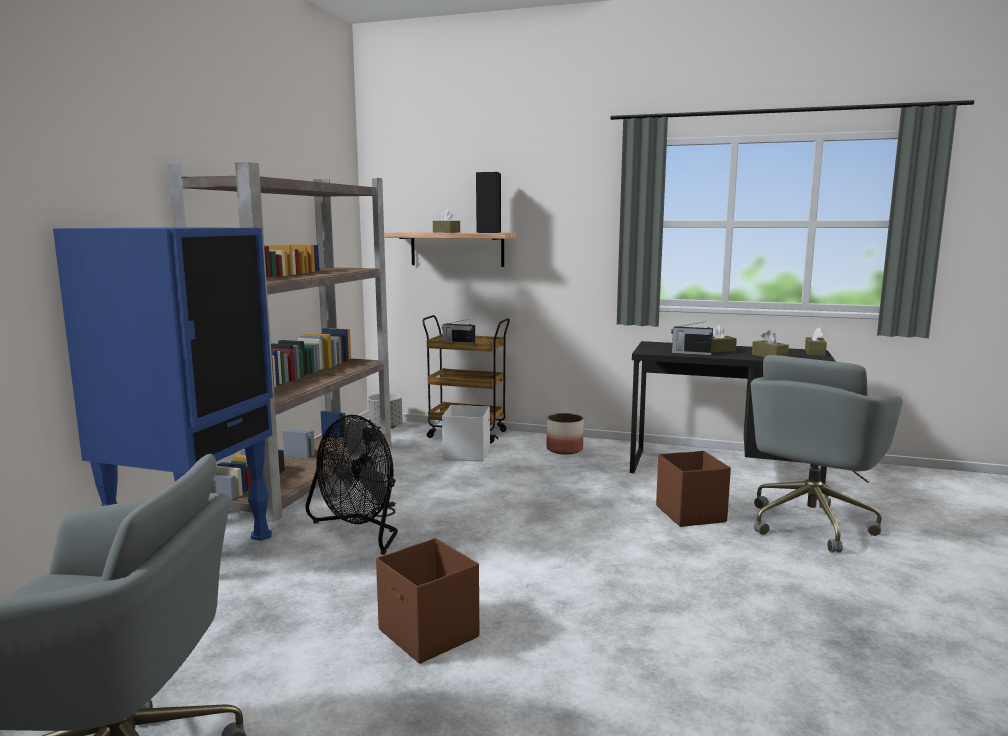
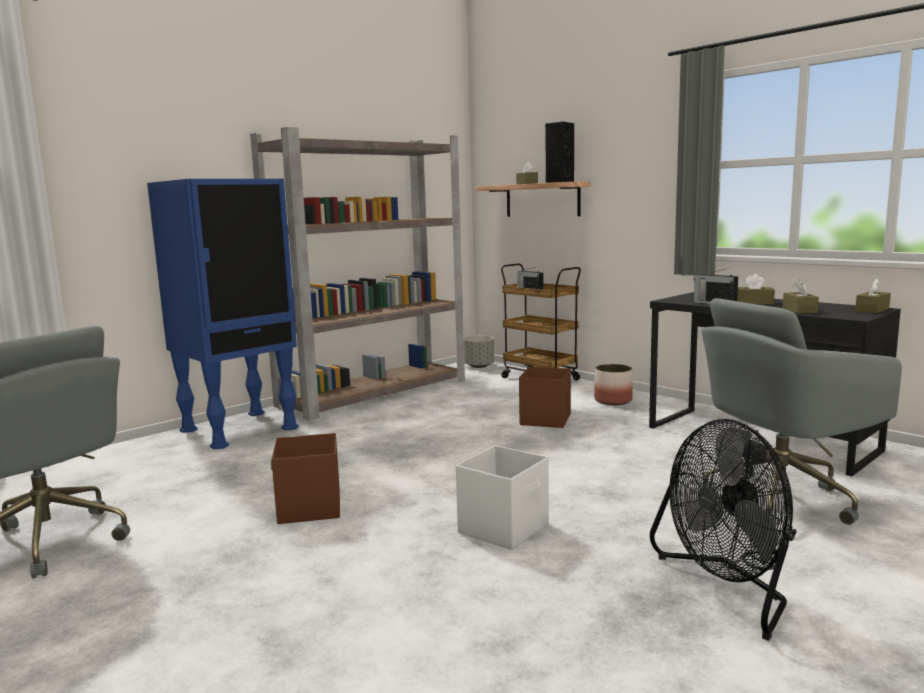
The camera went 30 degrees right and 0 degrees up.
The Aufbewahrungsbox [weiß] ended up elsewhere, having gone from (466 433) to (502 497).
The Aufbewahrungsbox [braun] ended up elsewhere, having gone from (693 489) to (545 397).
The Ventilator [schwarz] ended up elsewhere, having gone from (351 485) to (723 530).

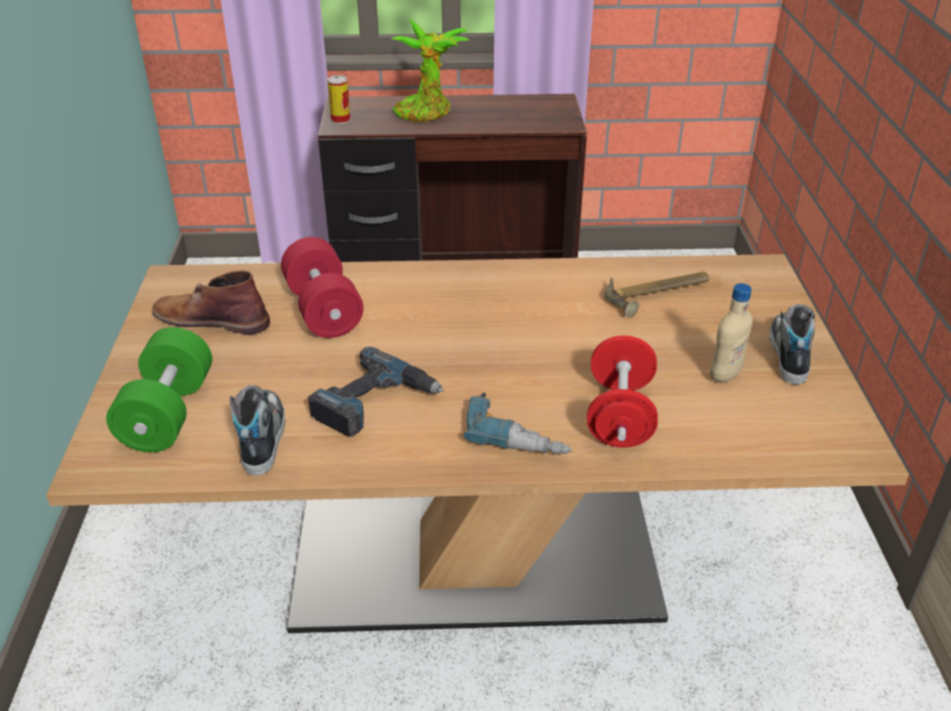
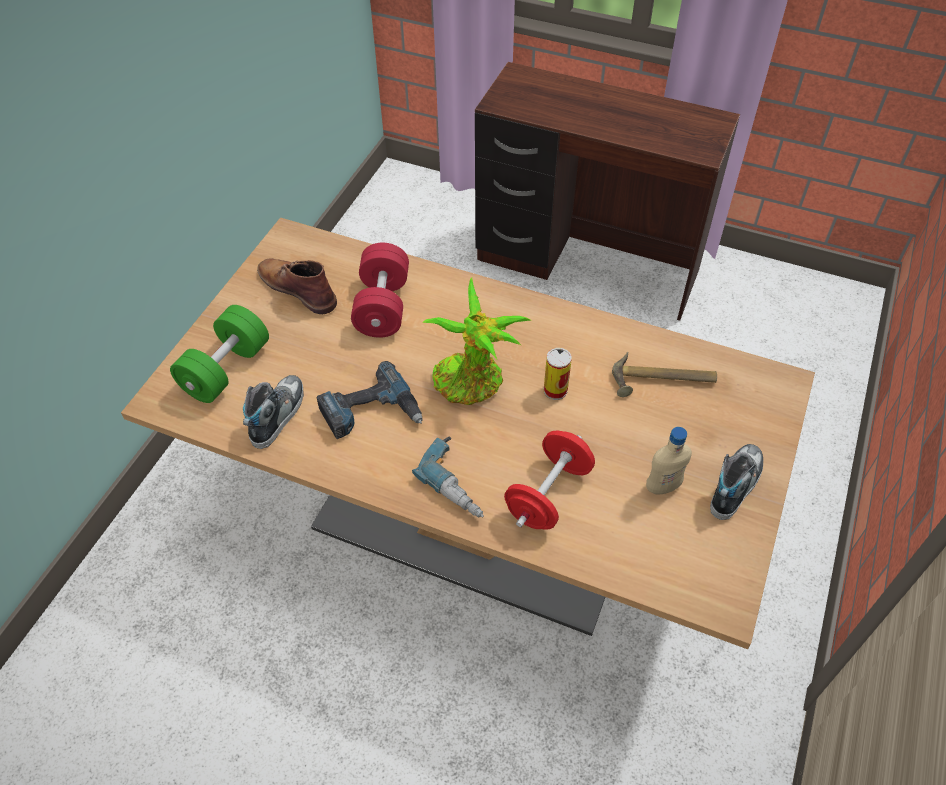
The camera went 25 degrees right and 15 degrees up.
The Topfpflanze ended up elsewhere, having gone from (431 70) to (476 341).
The Dose ended up elsewhere, having gone from (339 99) to (558 374).

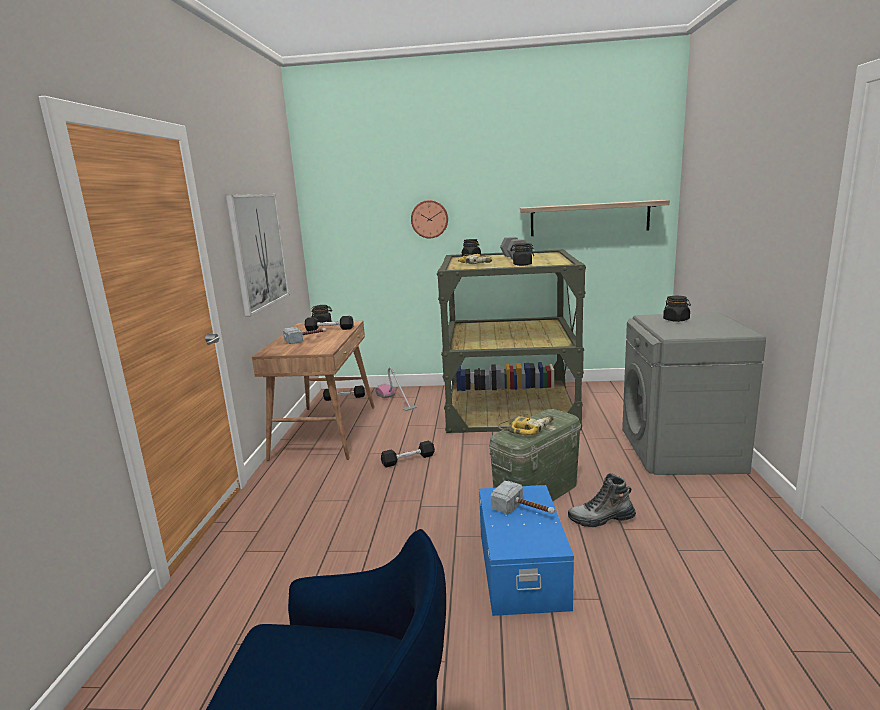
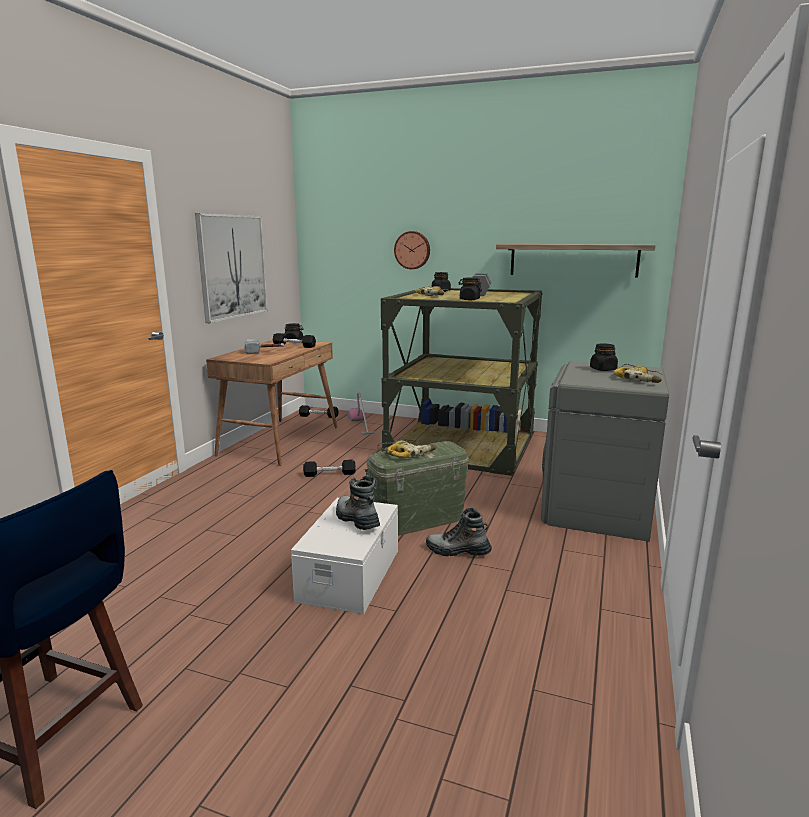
The camera went 15 degrees right and 0 degrees up.
What was the Aufbewahrungsbox [blau] at (526 550) turned into the Aufbewahrungsbox [weiß] at (344 556).
Where the Hammer stood at (523 497), the Stiefel came to stand at (358 503).
The second view gained the Bohrmaschine at (638 373).

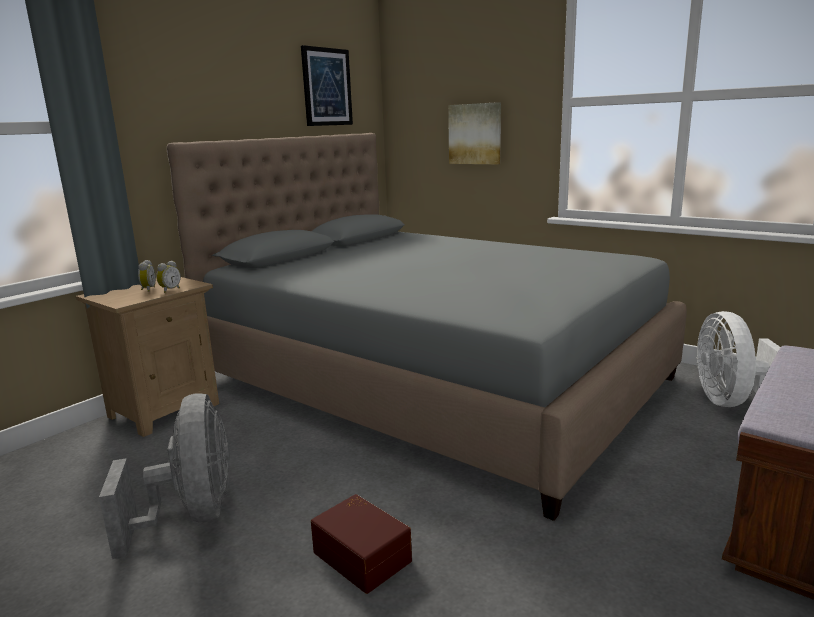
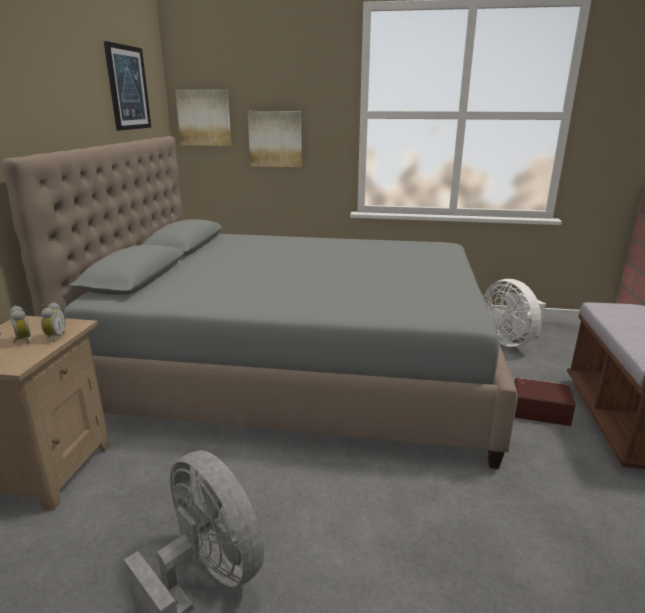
The camera went 30 degrees left and 5 degrees up.
The second view gained the Bild at (203 117).
The Aufbewahrungsbox [braun] ended up elsewhere, having gone from (361 544) to (545 402).

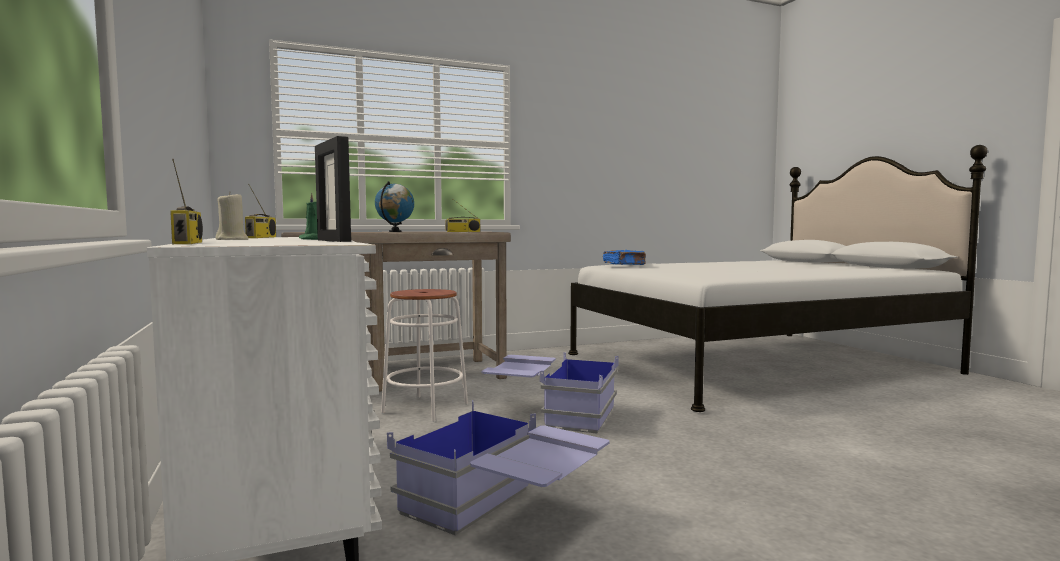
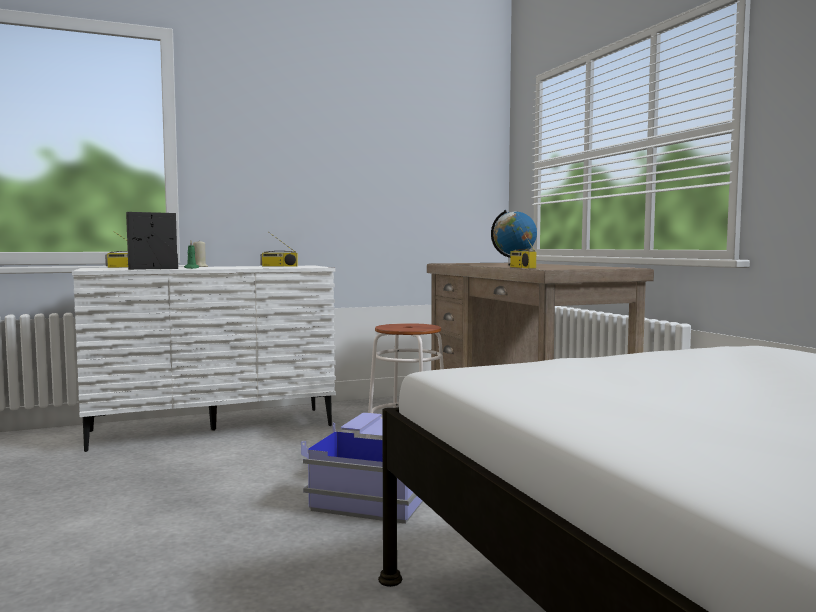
The camera went 90 degrees right and 0 degrees up.
The second view lost the Aufbewahrungsbox [blau] at (498 467).
The second view lost the Buch [blau] at (624 257).

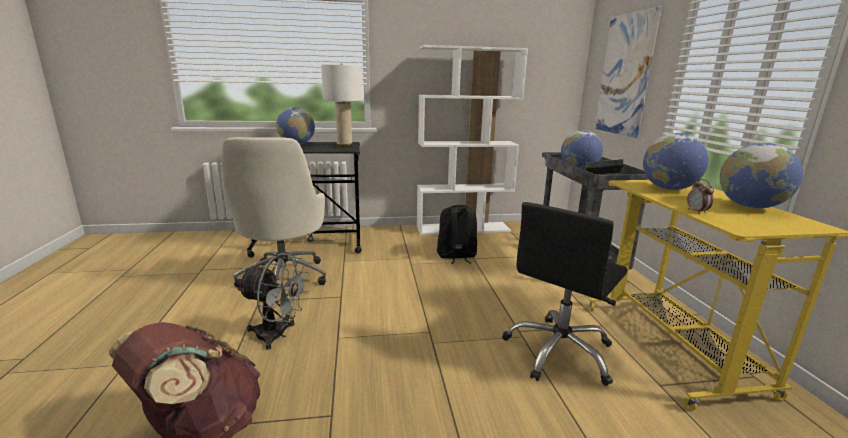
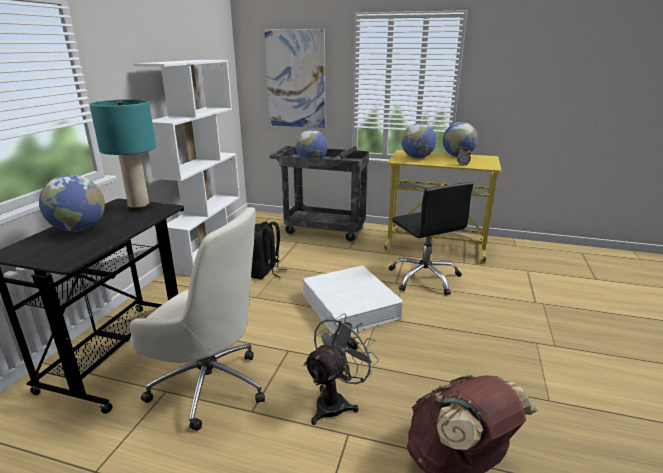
The camera went 65 degrees left and 5 degrees up.
What was the Tischlampe [weiß] at (341 106) turned into the Tischlampe [türkis] at (122 155).
The second view gained the Aufbewahrungsbox [weiß] at (352 299).

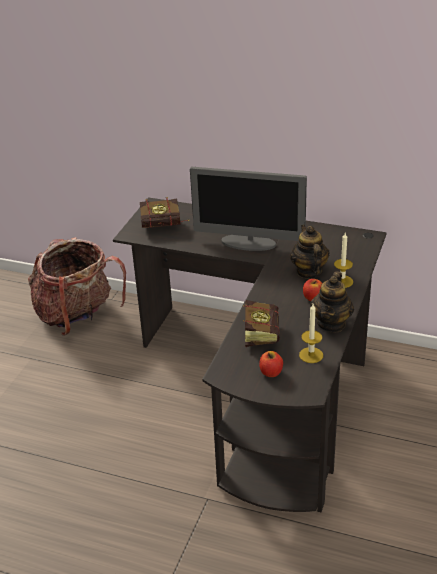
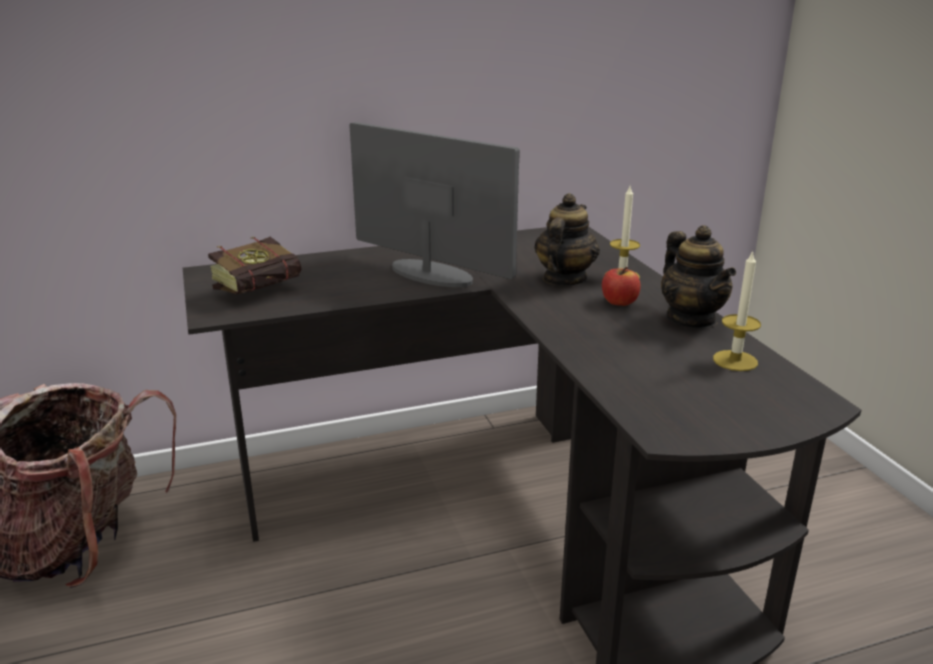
The camera went 40 degrees left and 10 degrees down.
The Monitor at (248 209) ended up facing another way, 120 degrees counterclockwise from before.
The Teekanne at (309 252) ended up facing another way, 75 degrees clockwise from before.
The second view lost the Buch at (261 323).
The second view lost the Apfel at (271 364).

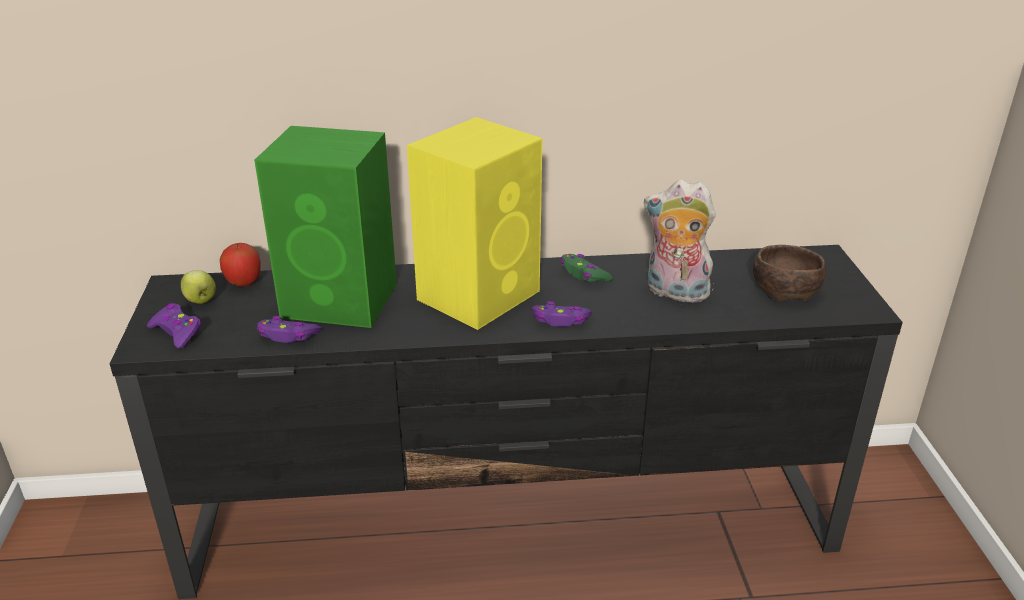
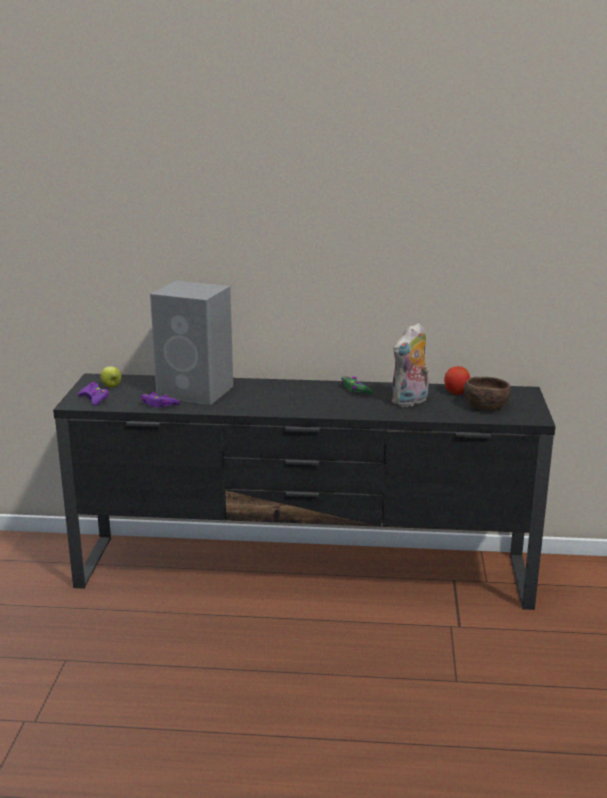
The camera went 10 degrees right and 10 degrees down.
What was the Lautsprecher [grün] at (325 227) turned into the Lautsprecher [grau] at (191 343).
The Plüschtier at (680 241) ended up facing another way, 75 degrees counterclockwise from before.
The Apfel ended up elsewhere, having gone from (240 264) to (457 380).
The second view lost the Lautsprecher [gelb] at (474 223).
The second view lost the Gamepad [lila] at (562 314).

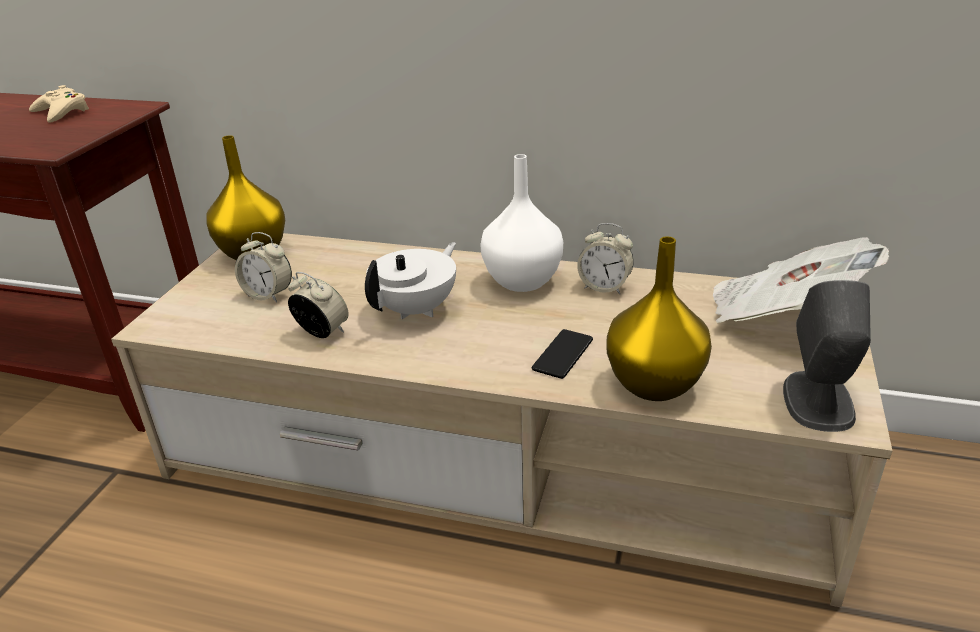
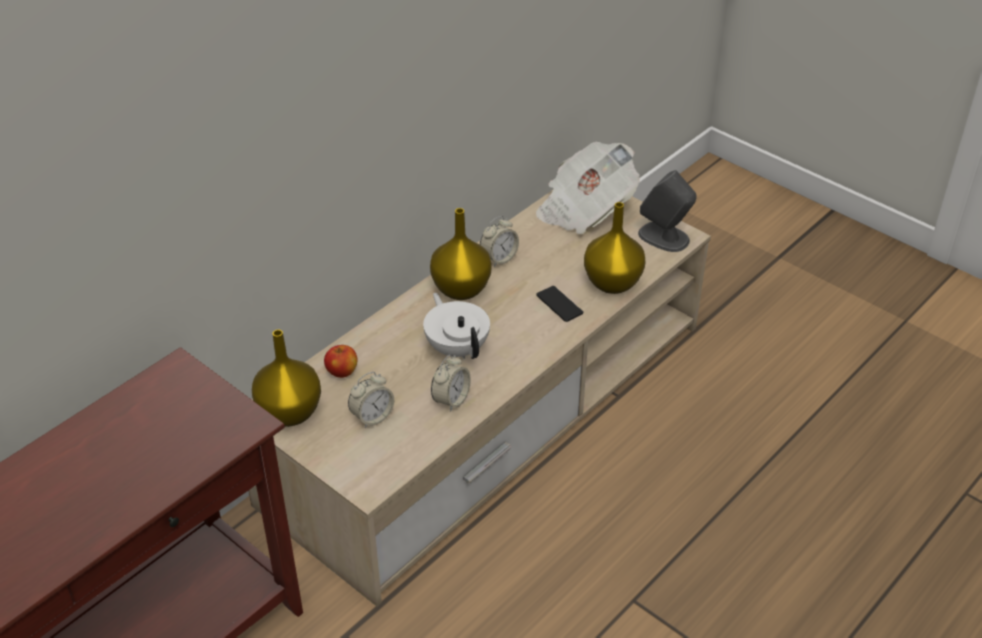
The camera went 65 degrees left and 10 degrees up.
The second view gained the Apfel at (341 361).
What was the Vase [weiß] at (521 223) turned into the Vase [gelb] at (461 254).
The Wecker at (318 305) ended up facing another way, 150 degrees clockwise from before.
The second view lost the Gamepad [beige] at (59 104).

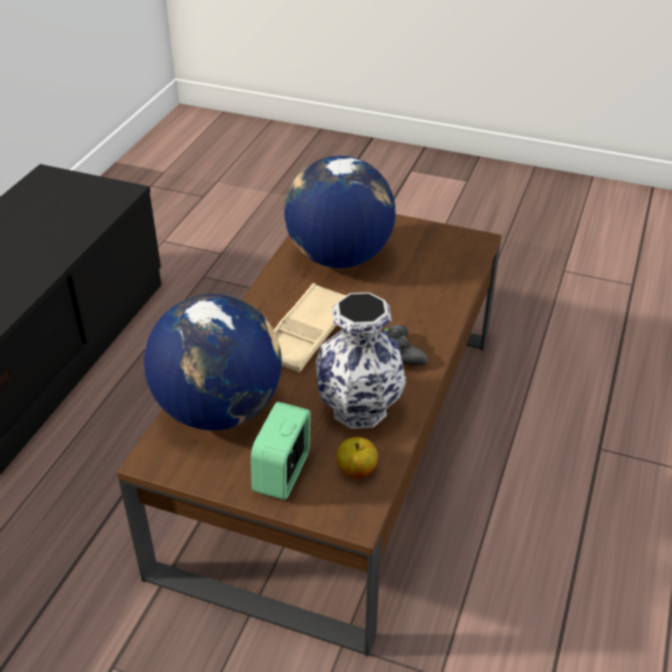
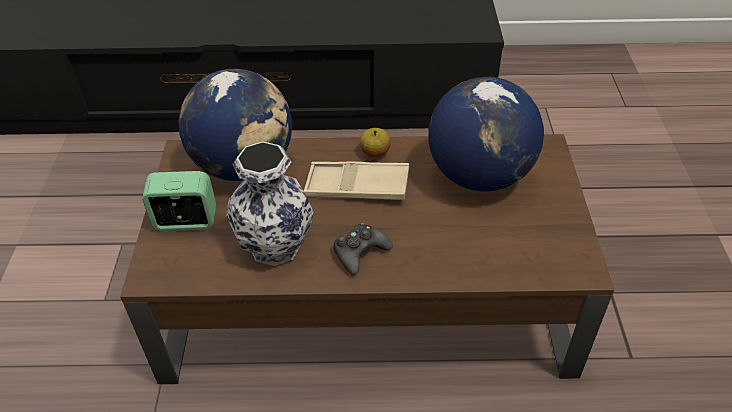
The camera went 70 degrees right and 5 degrees up.
The Apfel ended up elsewhere, having gone from (357 457) to (375 142).

